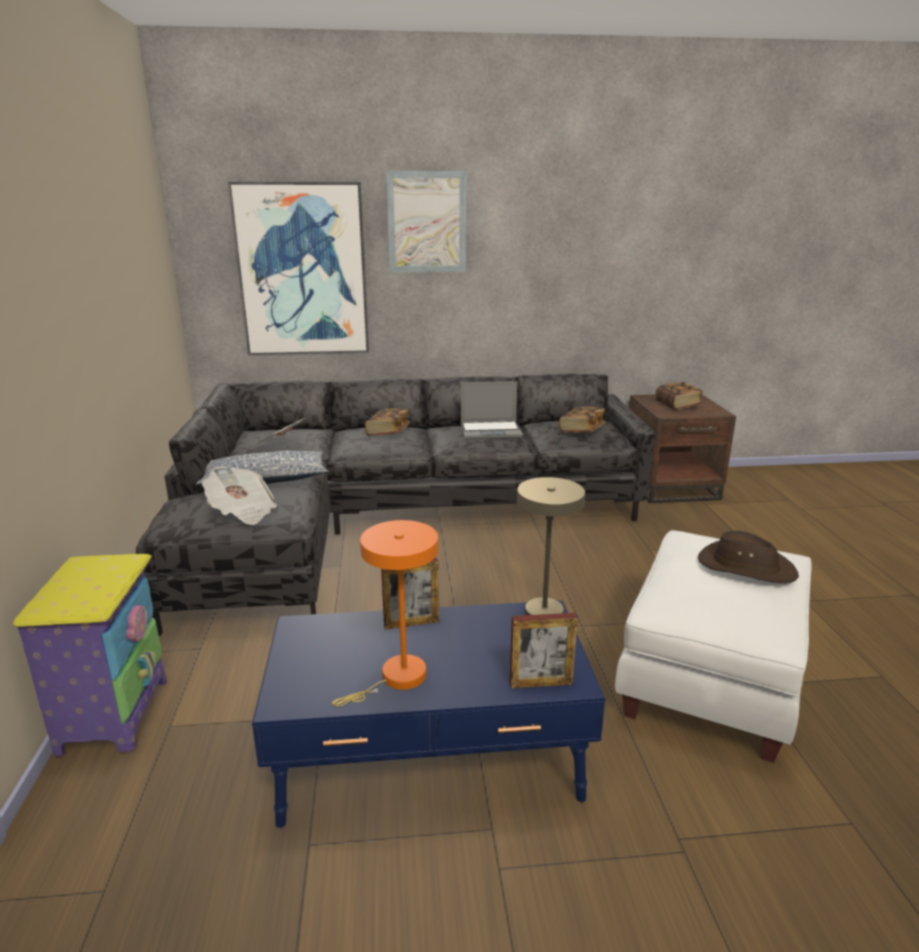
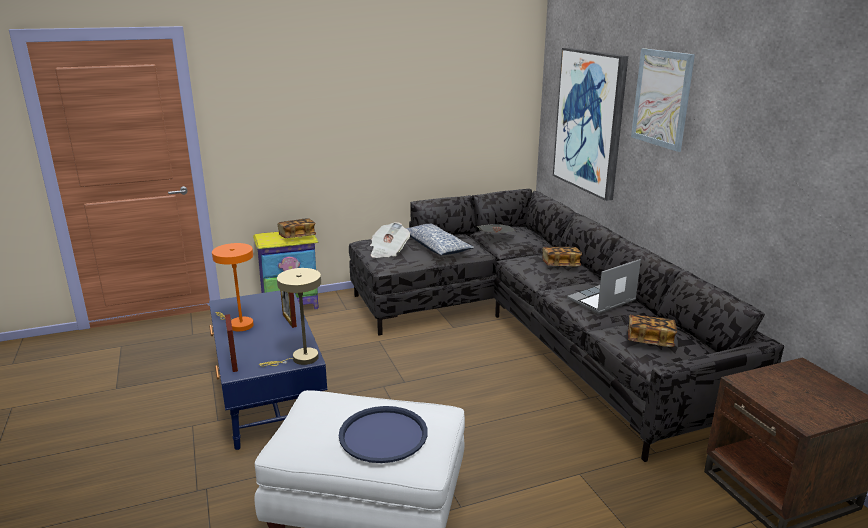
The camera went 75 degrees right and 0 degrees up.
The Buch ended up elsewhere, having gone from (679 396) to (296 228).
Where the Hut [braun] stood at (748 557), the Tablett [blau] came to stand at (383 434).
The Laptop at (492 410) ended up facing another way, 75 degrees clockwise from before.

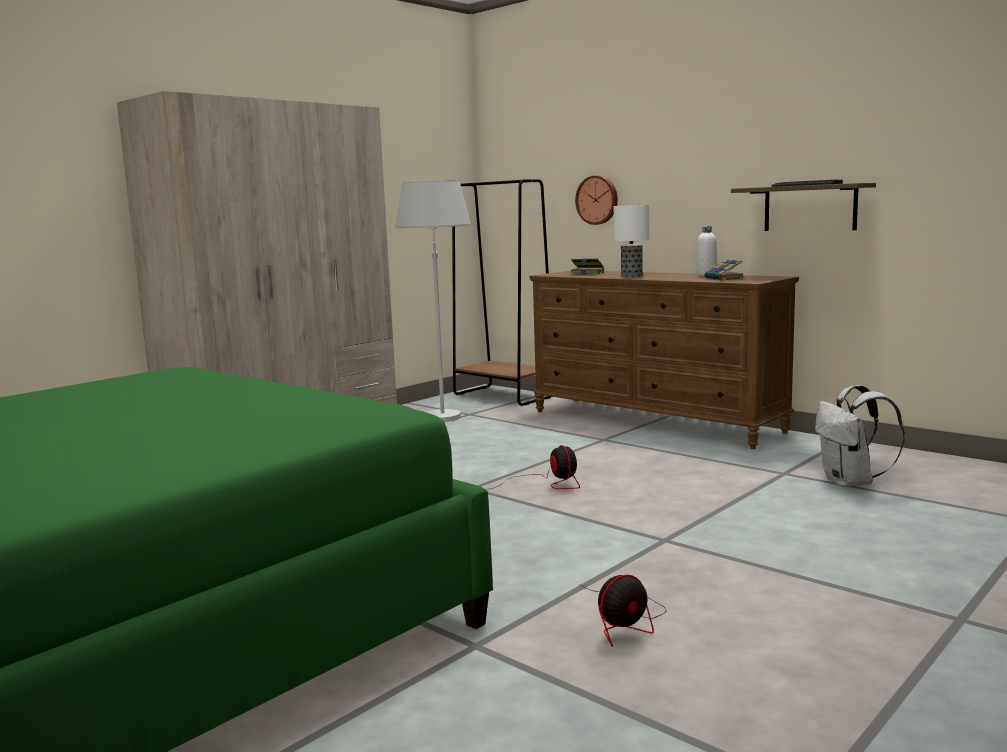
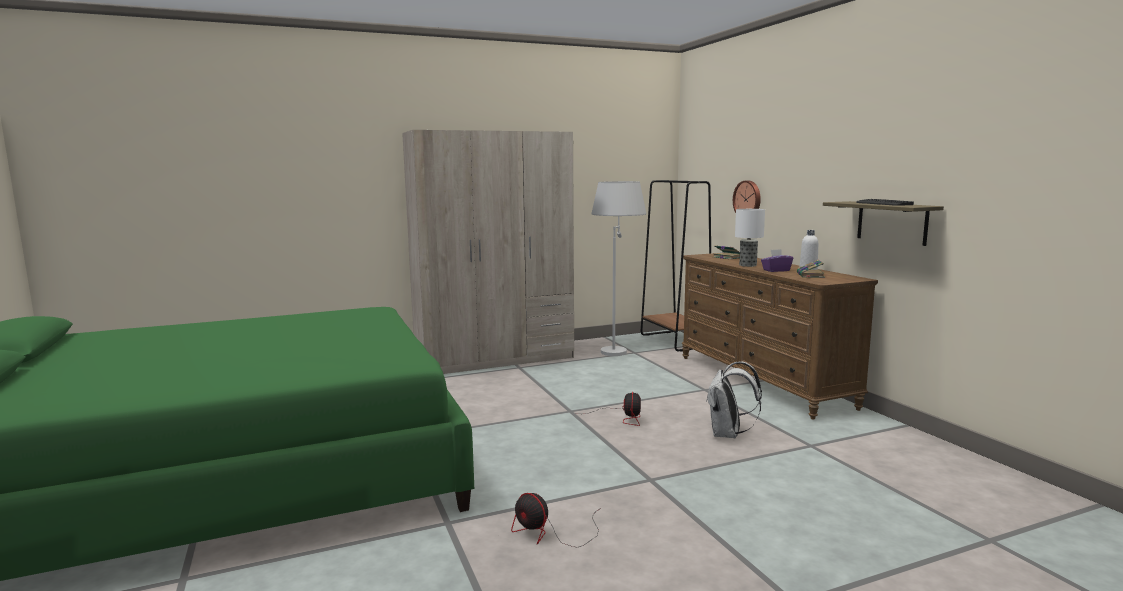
The camera went 25 degrees right and 0 degrees up.
The Ventilator at (622 610) ended up facing another way, 45 degrees clockwise from before.
The Rucksack [weiß] ended up elsewhere, having gone from (860 436) to (734 399).
The second view gained the Taschentuchbox [lila] at (777 260).

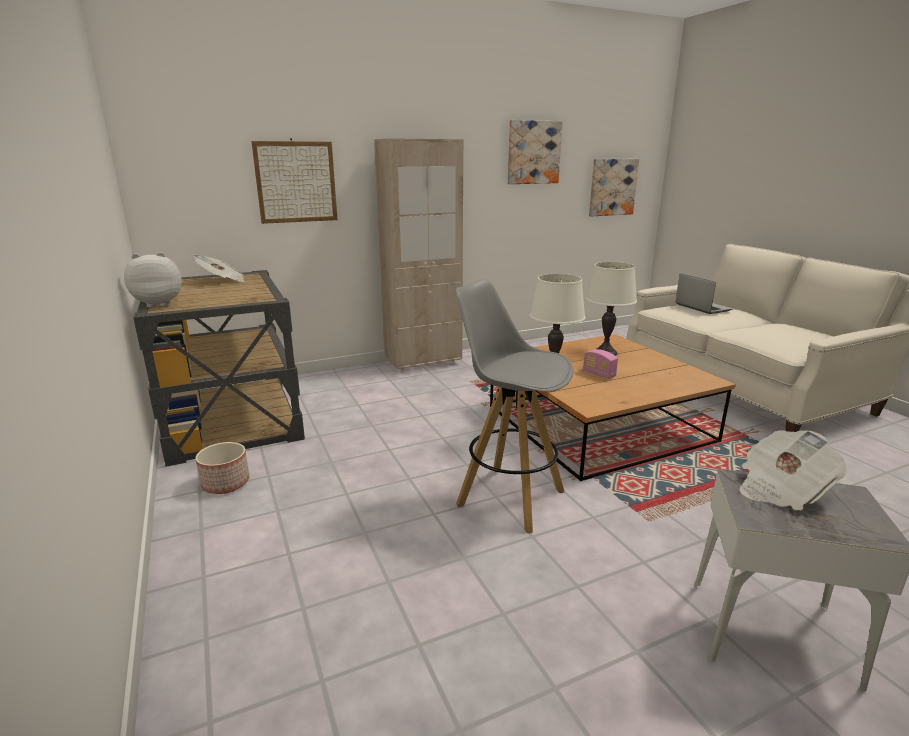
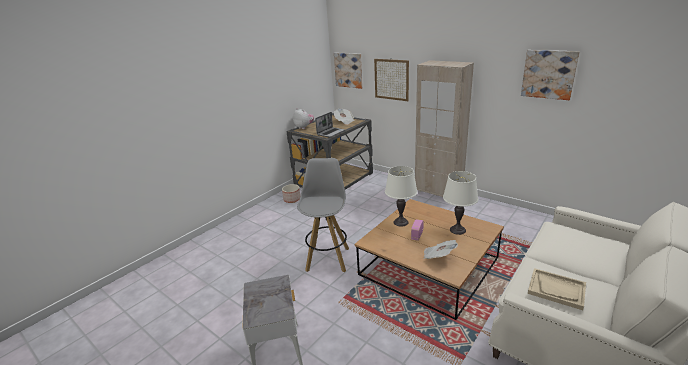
The camera went 65 degrees right and 5 degrees up.
The Laptop ended up elsewhere, having gone from (704 294) to (330 124).
The Bild ended up elsewhere, having gone from (614 187) to (348 71).
The Zeitung ended up elsewhere, having gone from (792 470) to (440 249).
The second view gained the Tablett [beige] at (557 289).

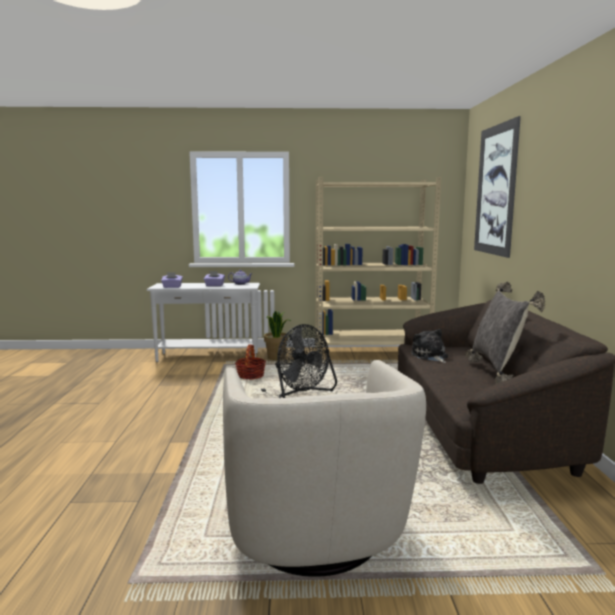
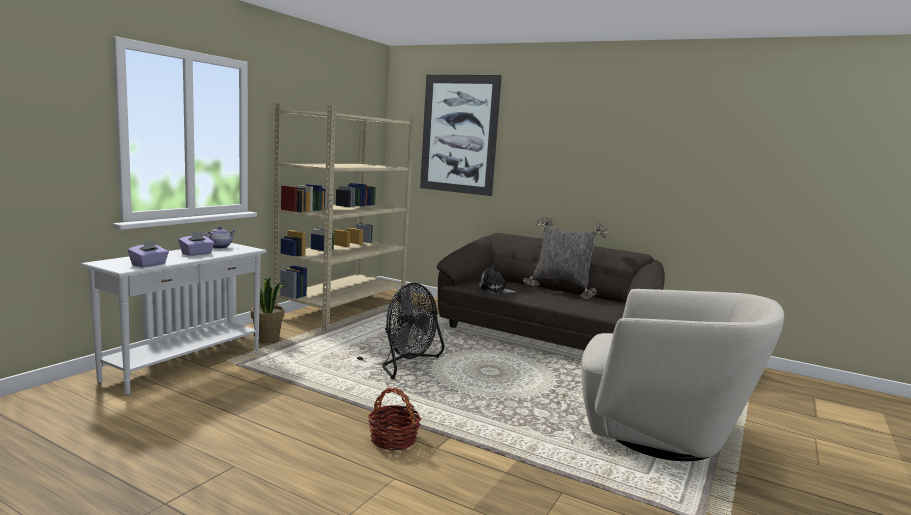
The camera went 60 degrees left and 0 degrees up.
The Ventilator [schwarz] at (299 361) ended up facing another way, 45 degrees clockwise from before.
The Korb ended up elsewhere, having gone from (250 361) to (394 419).

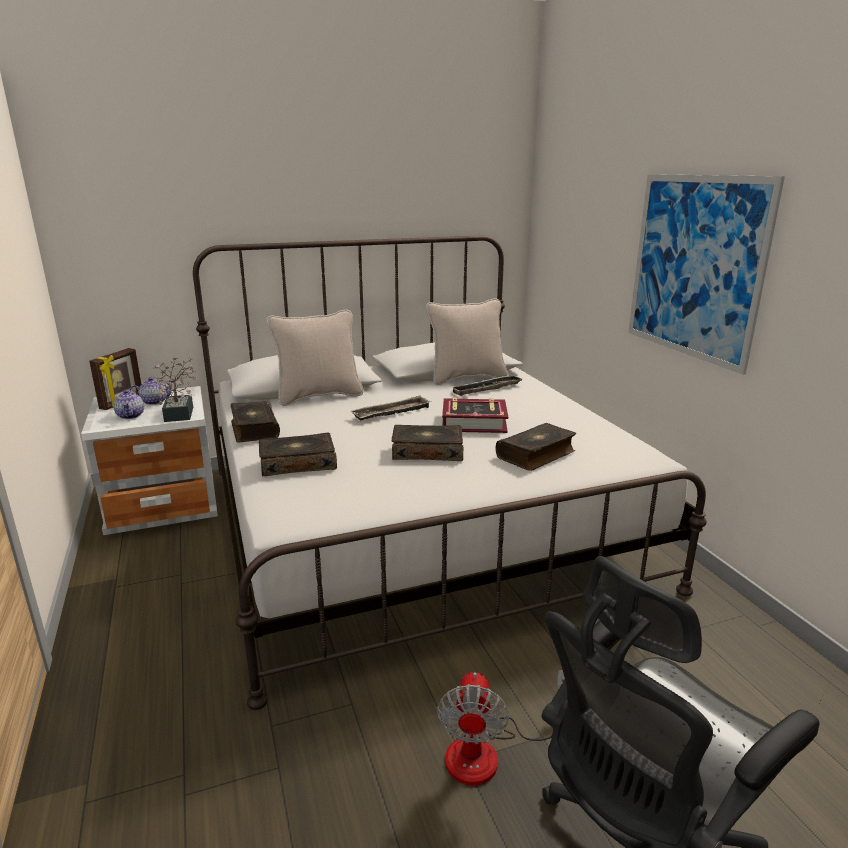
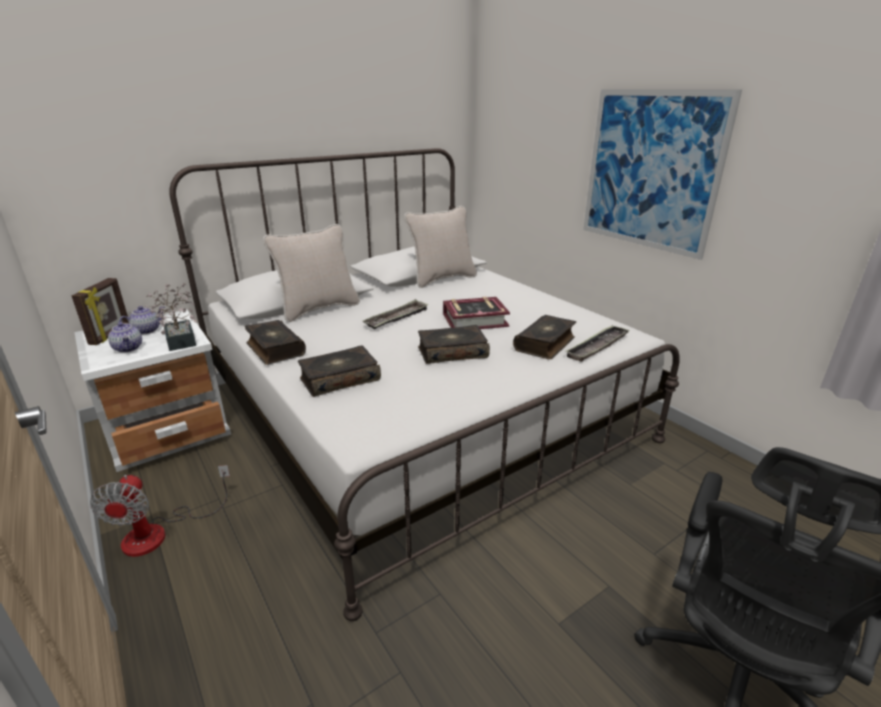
The camera went 15 degrees left and 5 degrees up.
The Ventilator ended up elsewhere, having gone from (501 728) to (160 511).
The Tablett ended up elsewhere, having gone from (487 385) to (597 343).

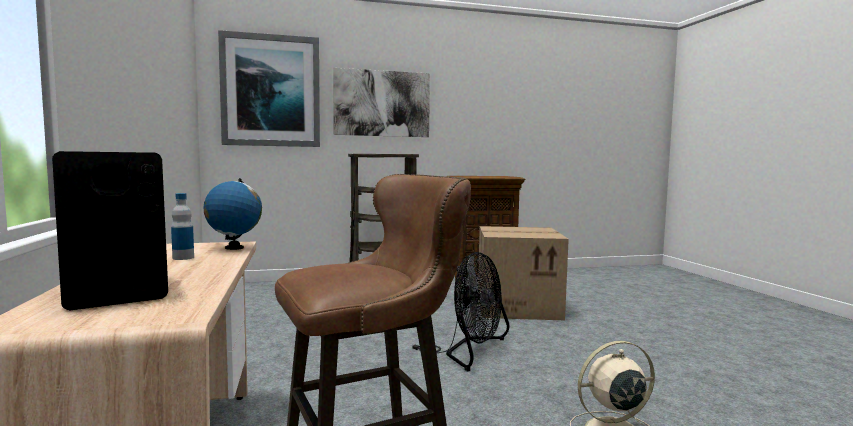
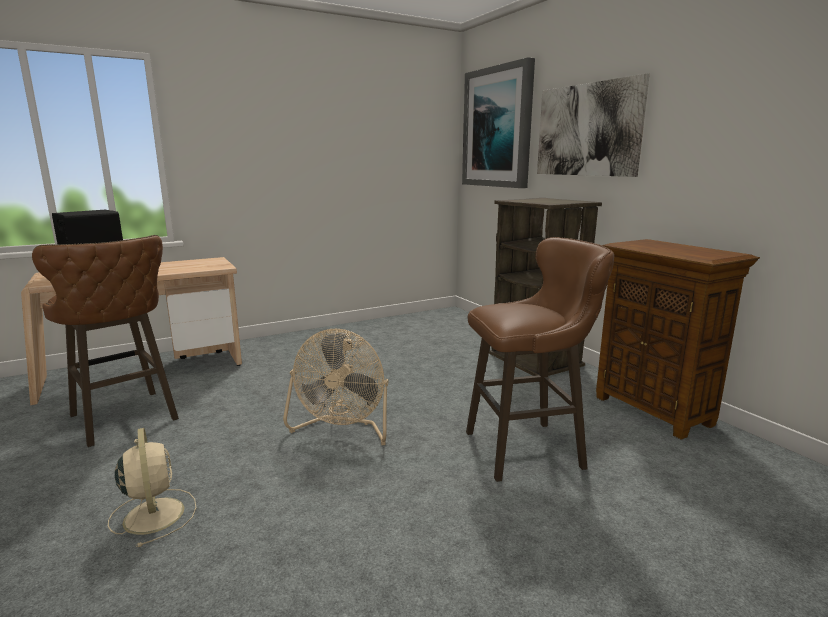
The camera went 75 degrees right and 10 degrees up.
What was the Ventilator [schwarz] at (460 311) turned into the Ventilator [beige] at (335 387).
Where the Karton stood at (523 273), the Hocker [braun] came to stand at (540 359).
The second view lost the Flasche at (182 226).
The second view lost the Globus at (232 214).

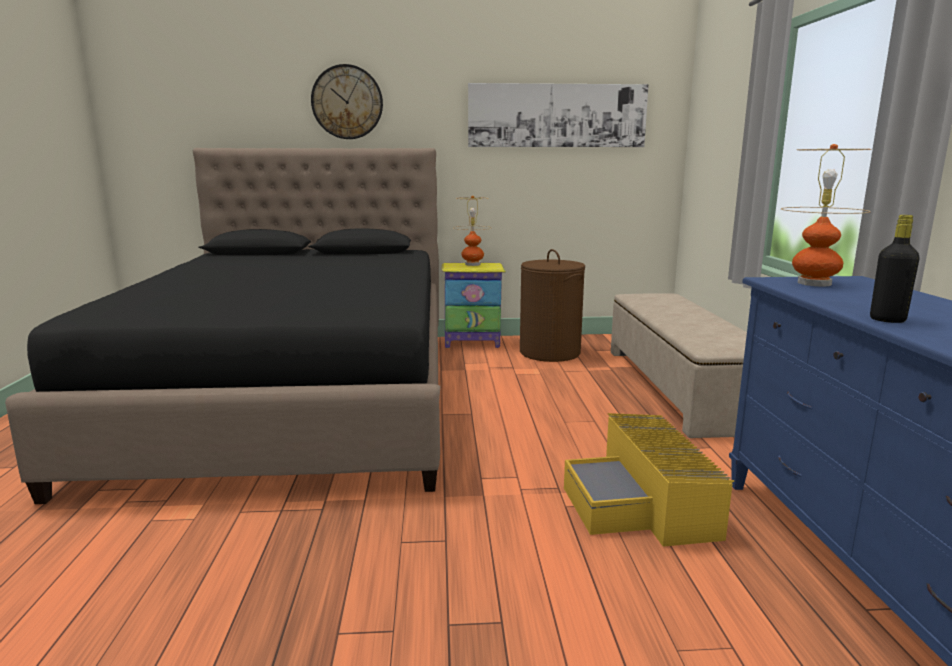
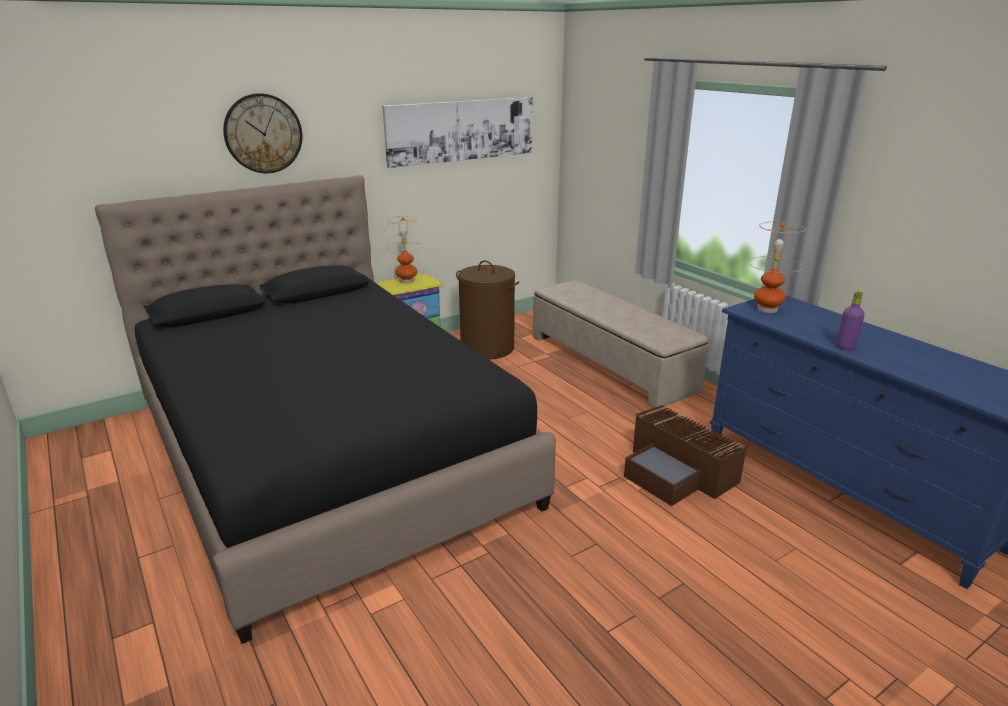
The camera went 30 degrees left and 10 degrees up.
What was the Aufbewahrungsbox [gelb] at (649 480) turned into the Aufbewahrungsbox [braun] at (685 455).
What was the Flasche [schwarz] at (895 269) turned into the Flasche [lila] at (851 320).

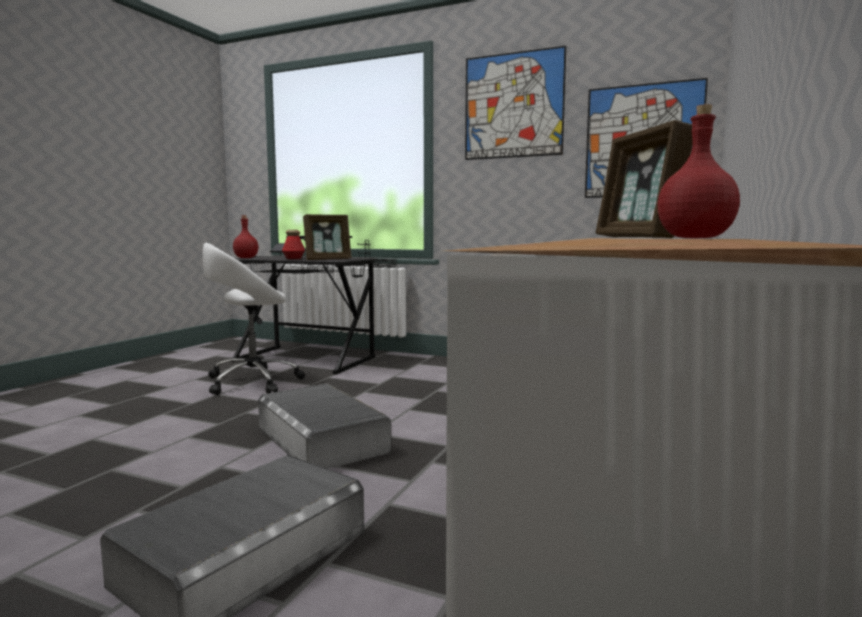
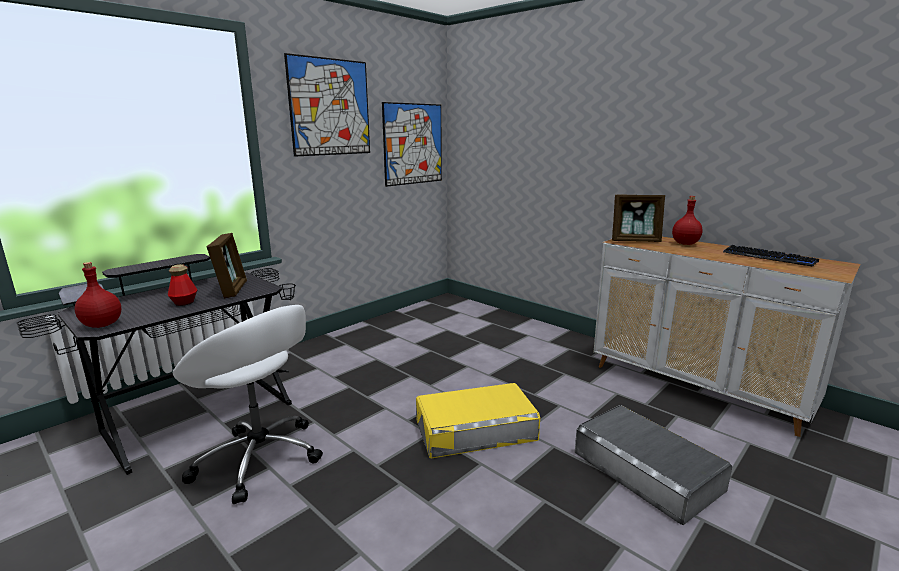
The camera went 70 degrees left and 10 degrees up.
The Bürostuhl [weiß] at (254 319) ended up facing another way, 45 degrees counterclockwise from before.
What was the Aufbewahrungsbox [grau] at (325 426) turned into the Aufbewahrungsbox [gelb] at (478 420).
The second view gained the Tastatur at (771 256).

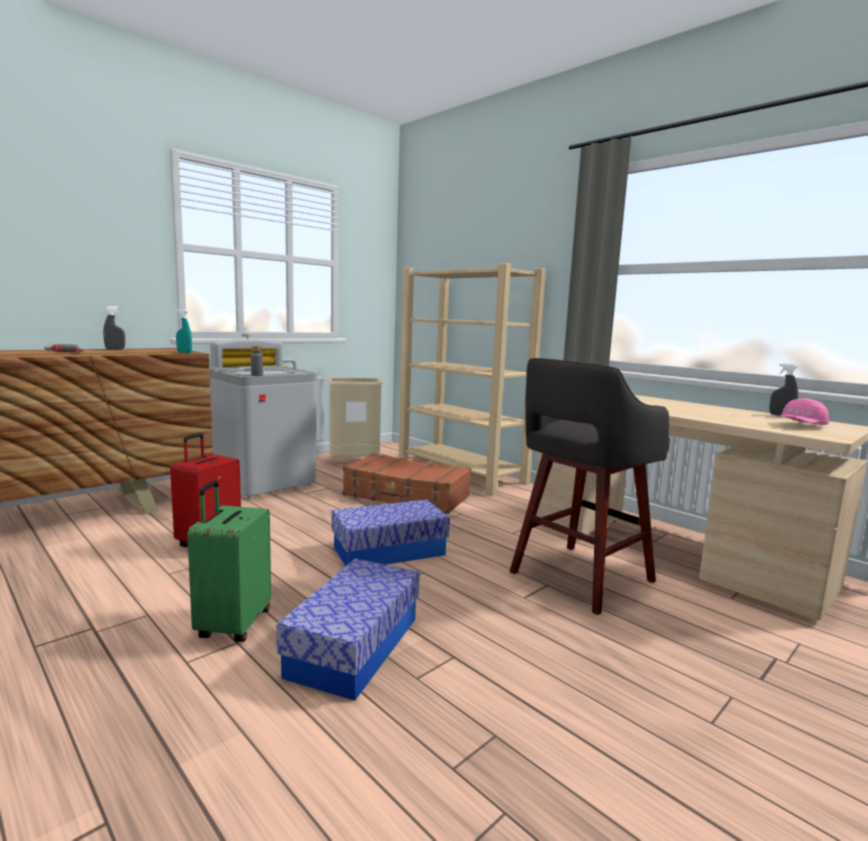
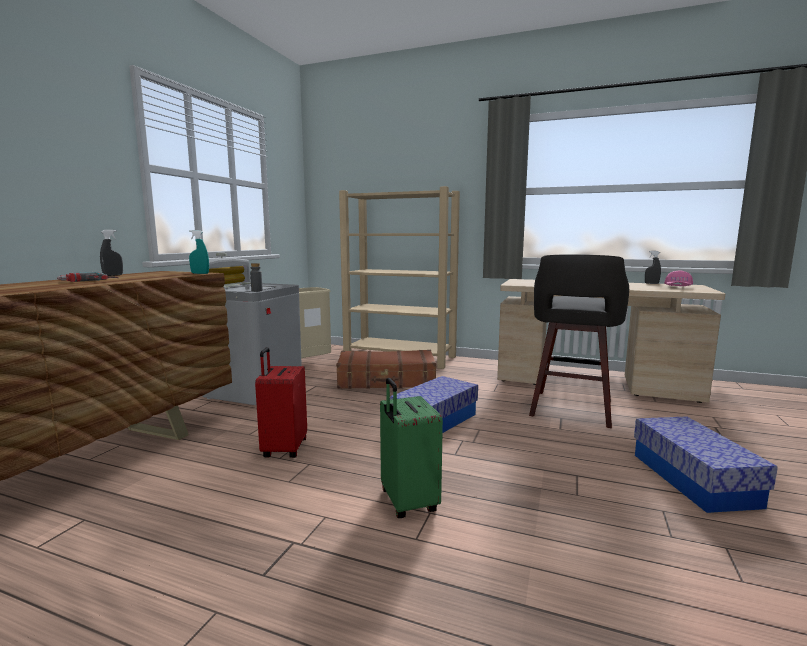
The camera went 25 degrees left and 0 degrees up.
The Aufbewahrungsbox ended up elsewhere, having gone from (348 630) to (706 464).

